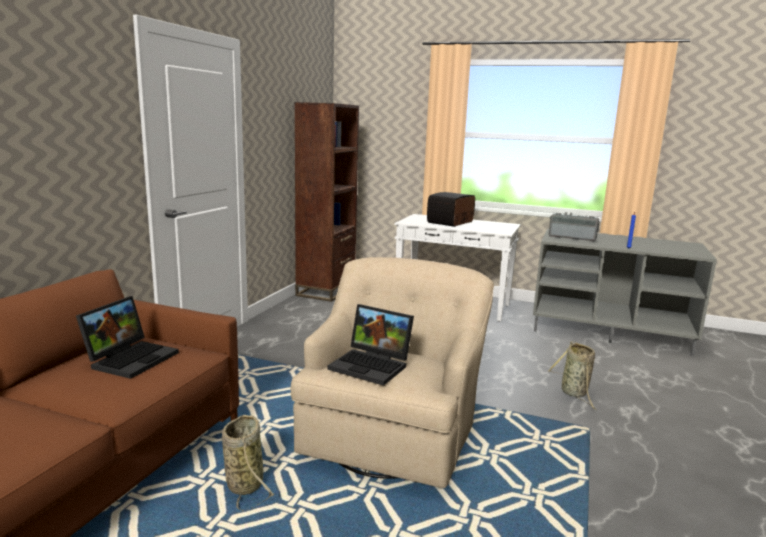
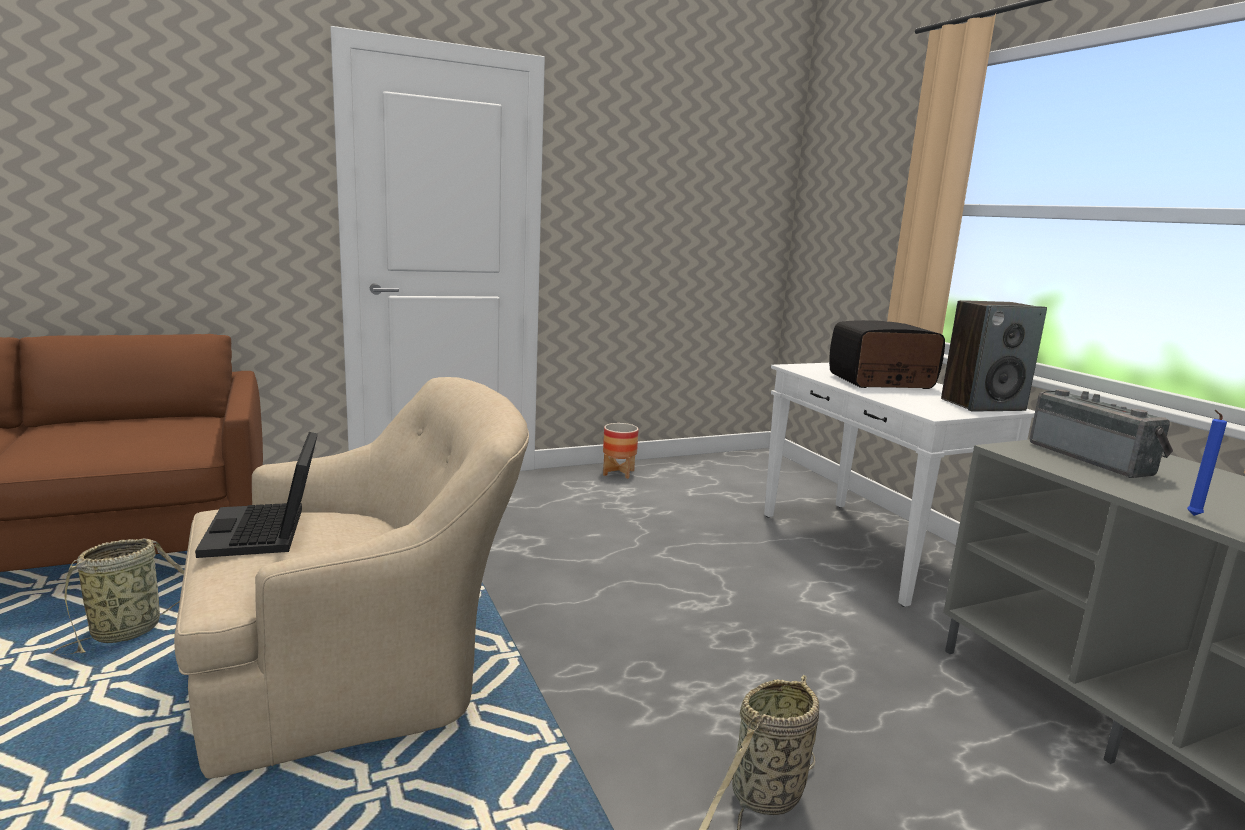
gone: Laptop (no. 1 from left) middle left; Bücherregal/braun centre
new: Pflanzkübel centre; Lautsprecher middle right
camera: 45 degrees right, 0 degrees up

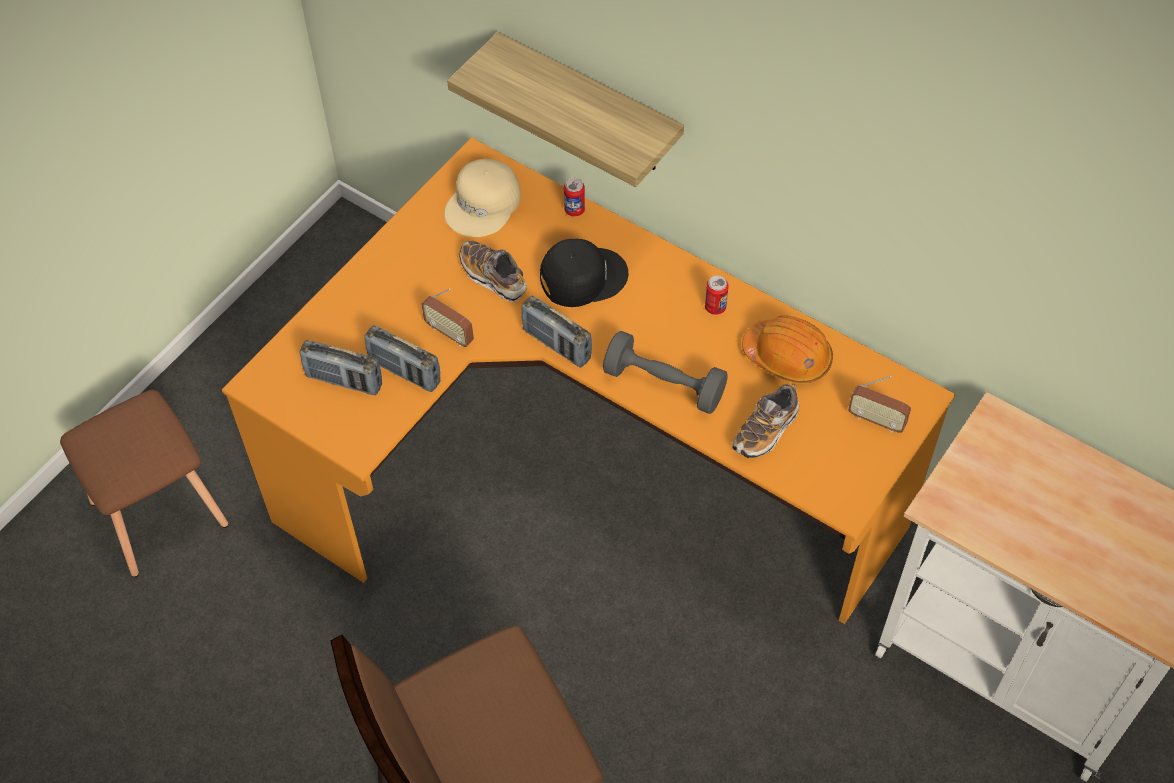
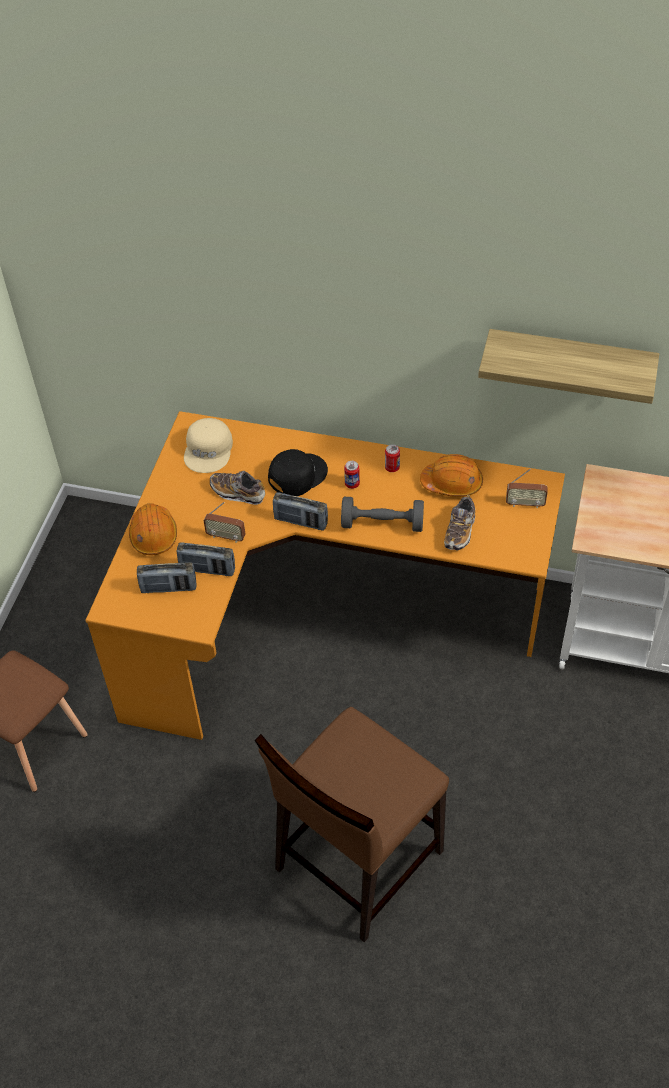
new: Schutzhelm/orange (no. 1 from left) middle left
shifted: Dose (no. 1 from left) top centre to centre; Wandregal top centre to middle right
camera: 20 degrees left, 5 degrees down

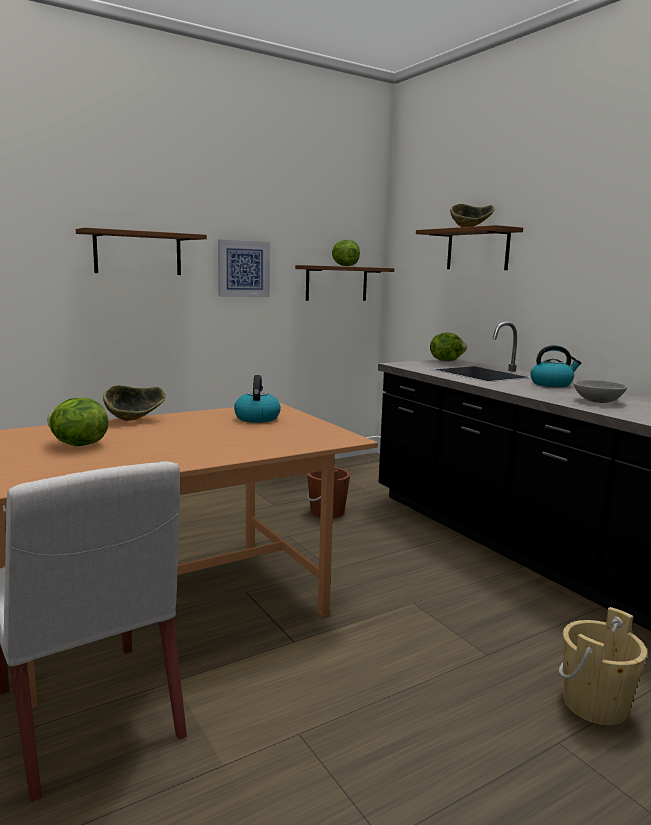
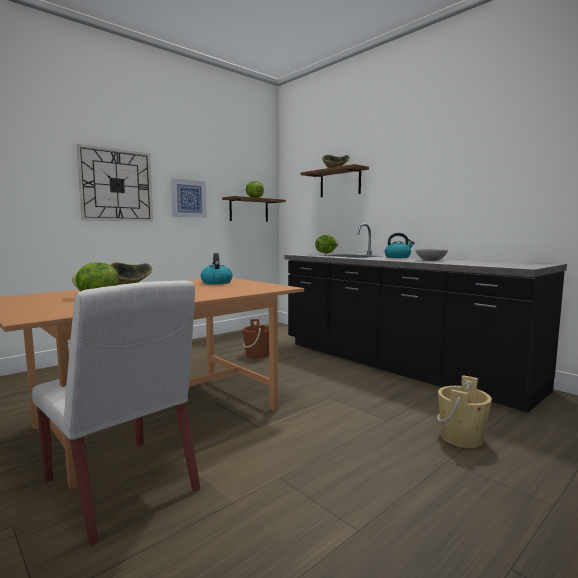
swapped: Wandregal (no. 1 from left) top left to Wanduhr top left
camera: 10 degrees left, 5 degrees down

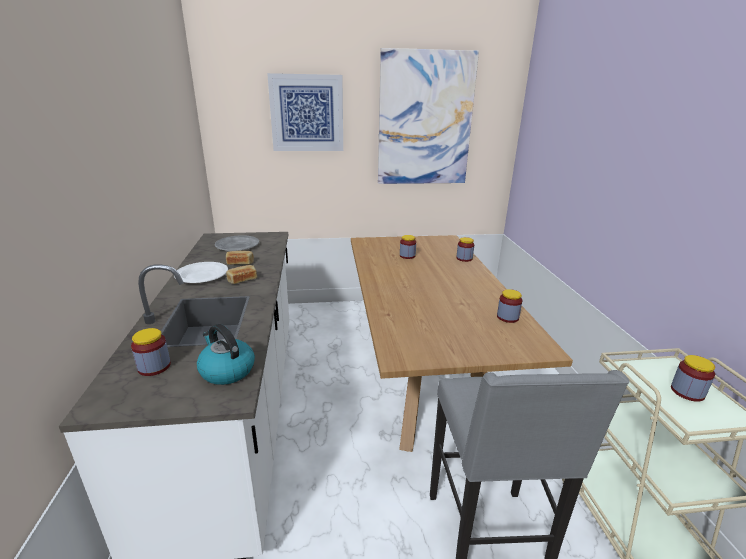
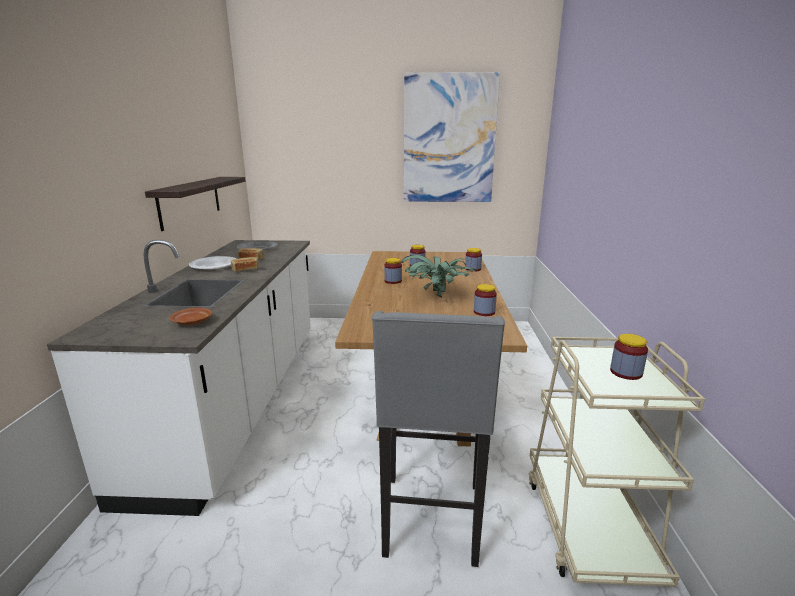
gone: Bild (no. 1 from left) top centre
new: Wandregal middle left; Topfpflanze centre
shifted: Vorratsglas (no. 1 from left) middle left to centre
swapped: Wasserkessel middle left to Teller/braun middle left
camera: 10 degrees right, 5 degrees down

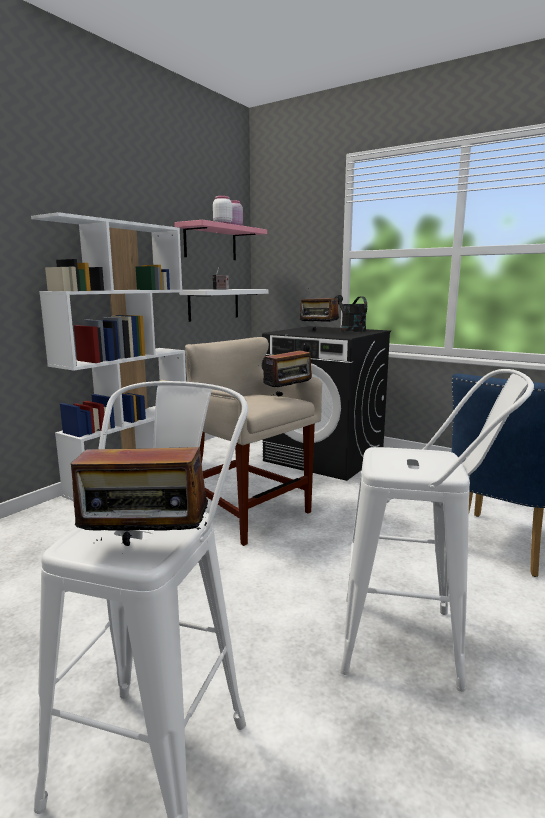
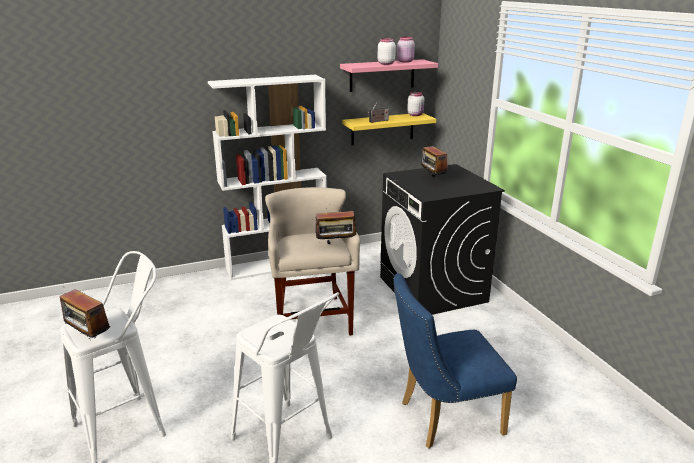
gone: Gießkanne/schwarz centre
new: Vorratsglas/weiß (no. 2 from left) top centre
repainted: Wandregal/weiß centre to Wandregal/gelb top centre
camera: 35 degrees right, 10 degrees up

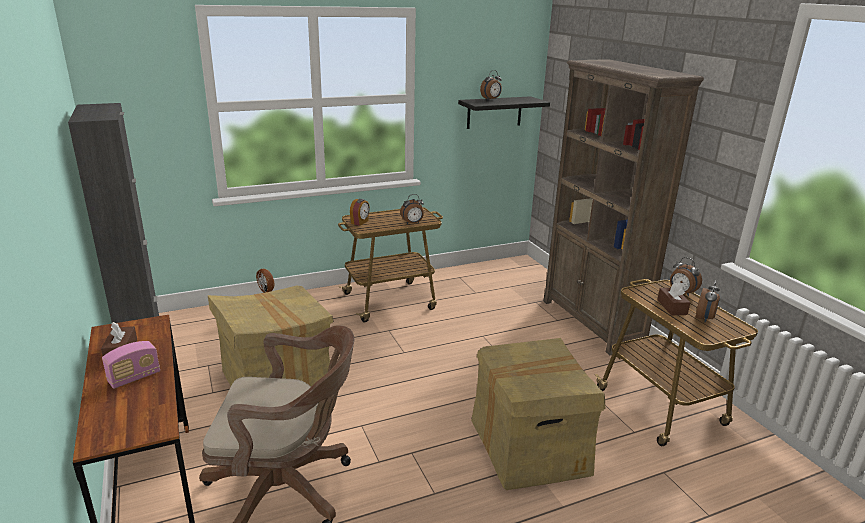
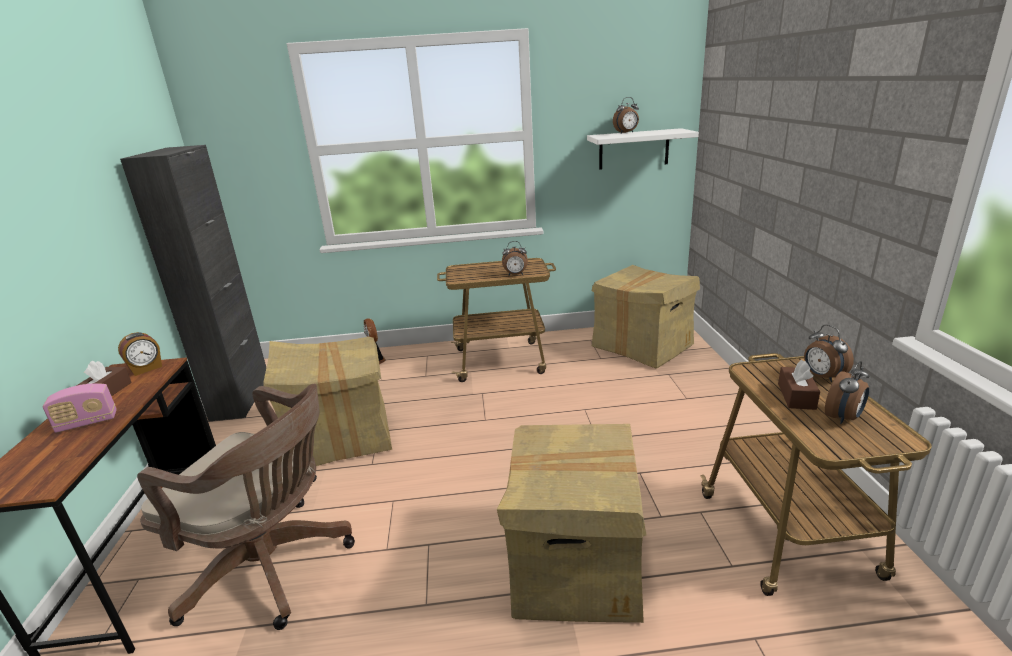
gone: Bücherregal/braun middle right
new: Karton (no. 3 from left) centre
shifted: Wecker (no. 1 from left) centre to middle left
repainted: Wandregal/schwarz top centre to Wandregal/weiß top centre
camera: 20 degrees right, 0 degrees up

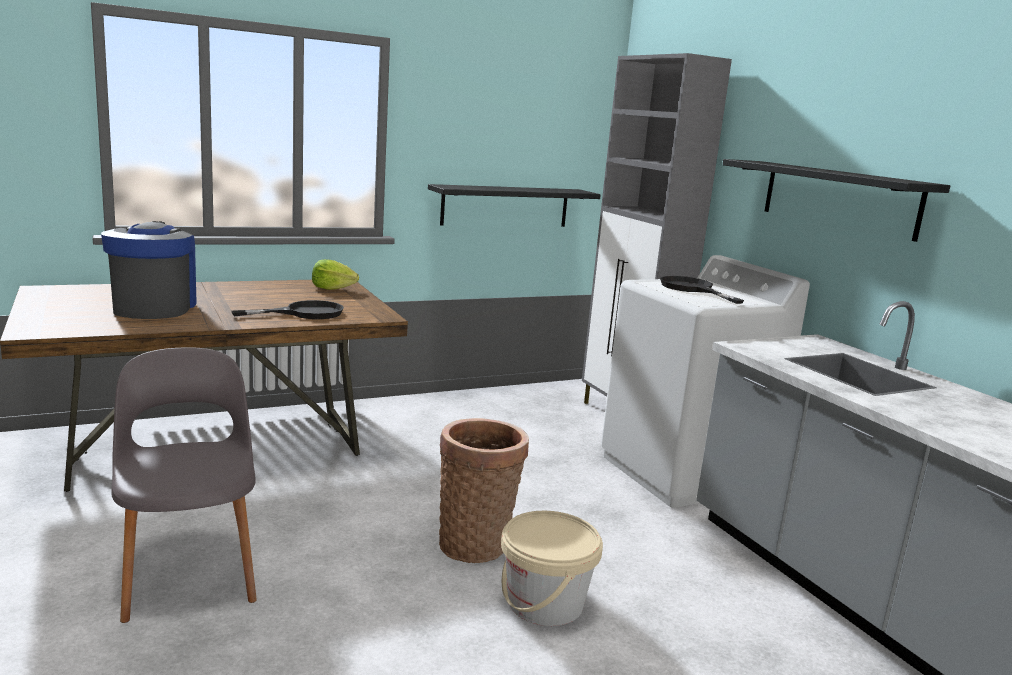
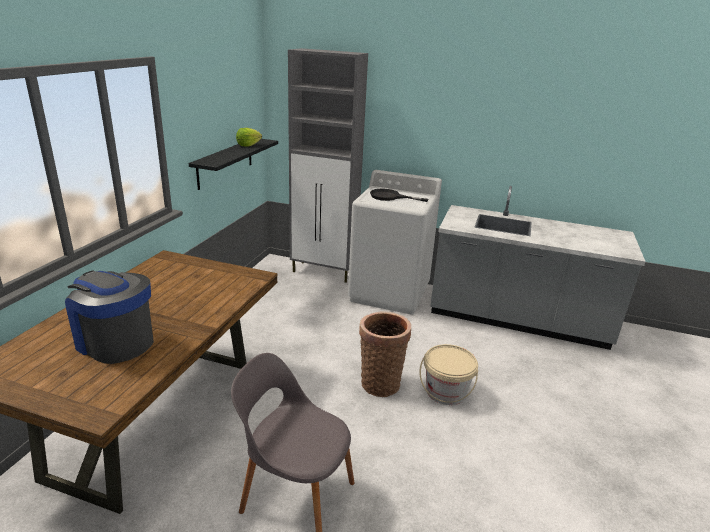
gone: Pfanne/schwarz (no. 1 from left) middle left; Wandregal/schwarz (no. 2 from left) top right
shifted: Salatkopf middle left to top centre
camera: 45 degrees left, 10 degrees up

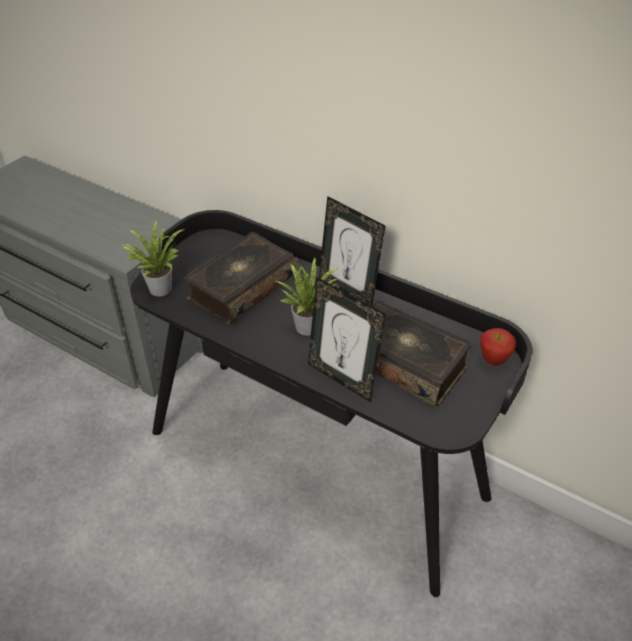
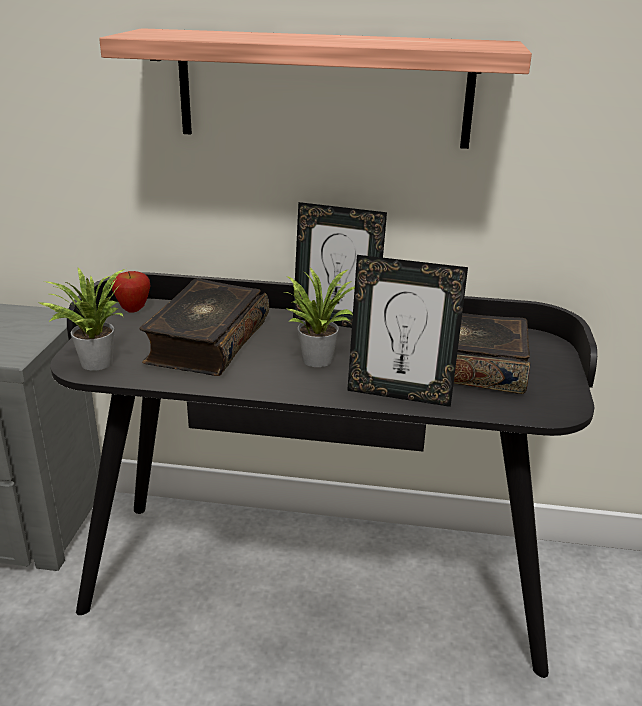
new: Wandregal top centre
shifted: Apfel middle right to middle left
camera: 25 degrees left, 15 degrees down

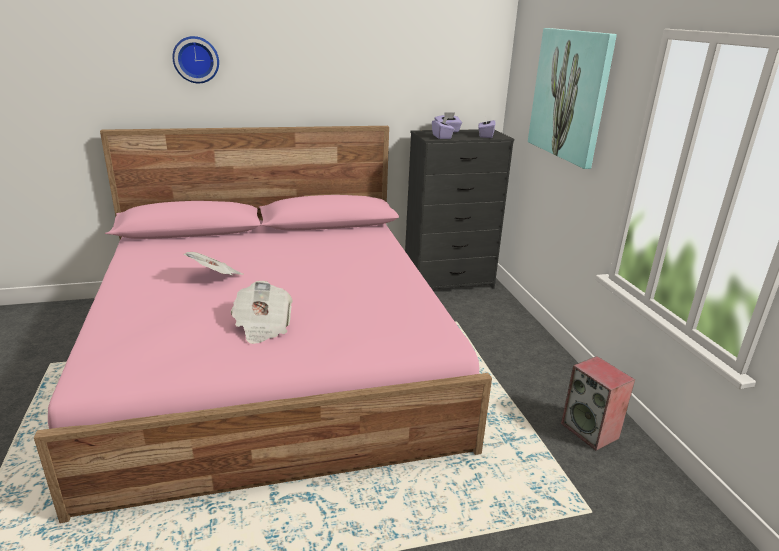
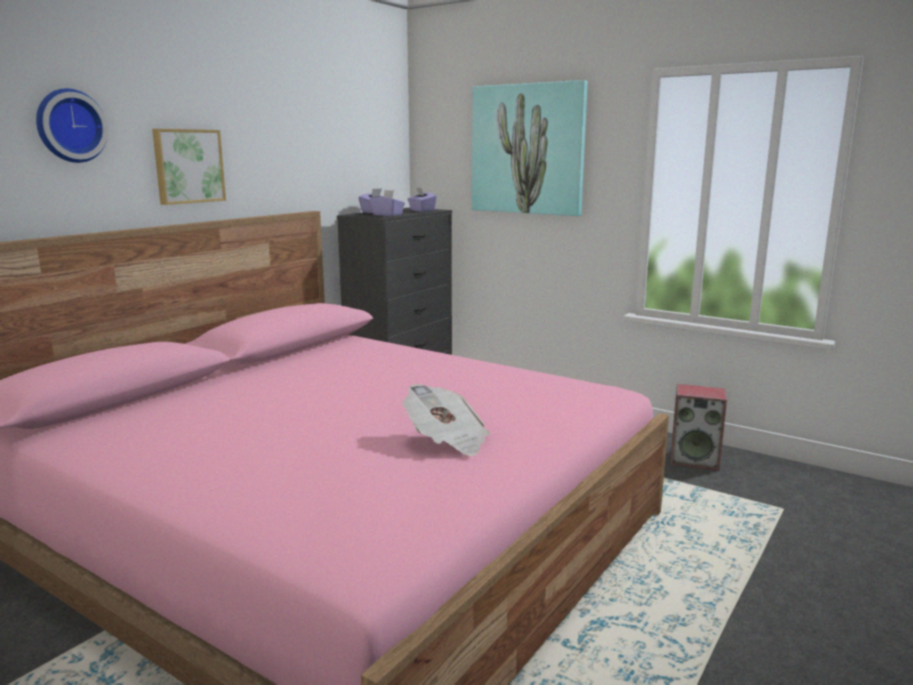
gone: Zeitung (no. 1 from left) middle left
new: Bild (no. 1 from left) top left
camera: 40 degrees left, 10 degrees down

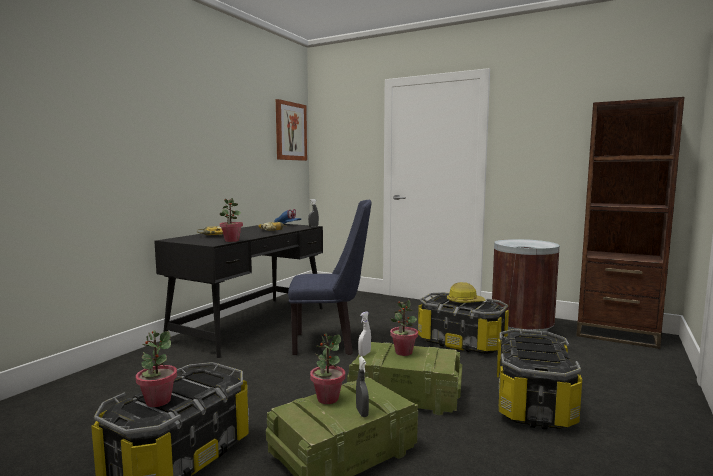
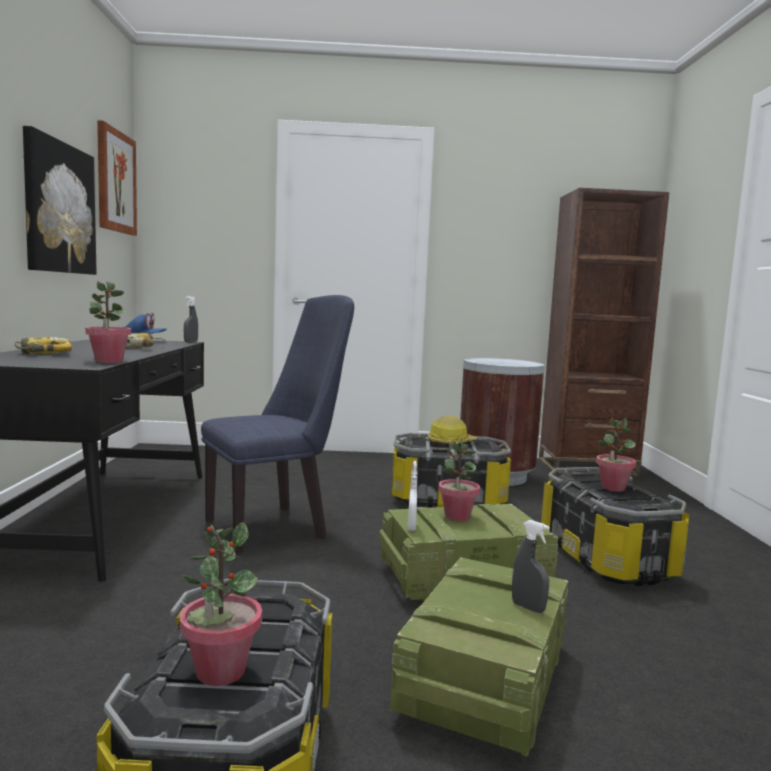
new: Bild (no. 1 from left) top left
shifted: Topfpflanze (no. 3 from left in the first image) bottom centre to Topfpflanze (no. 4 from left) middle right
camera: 30 degrees left, 0 degrees up

